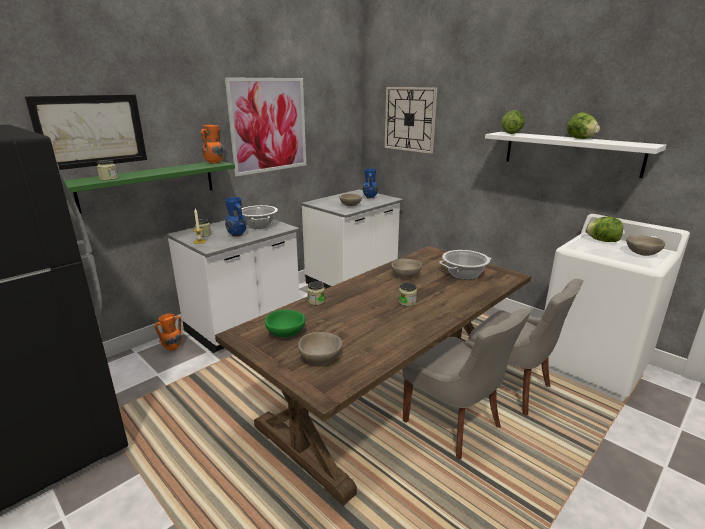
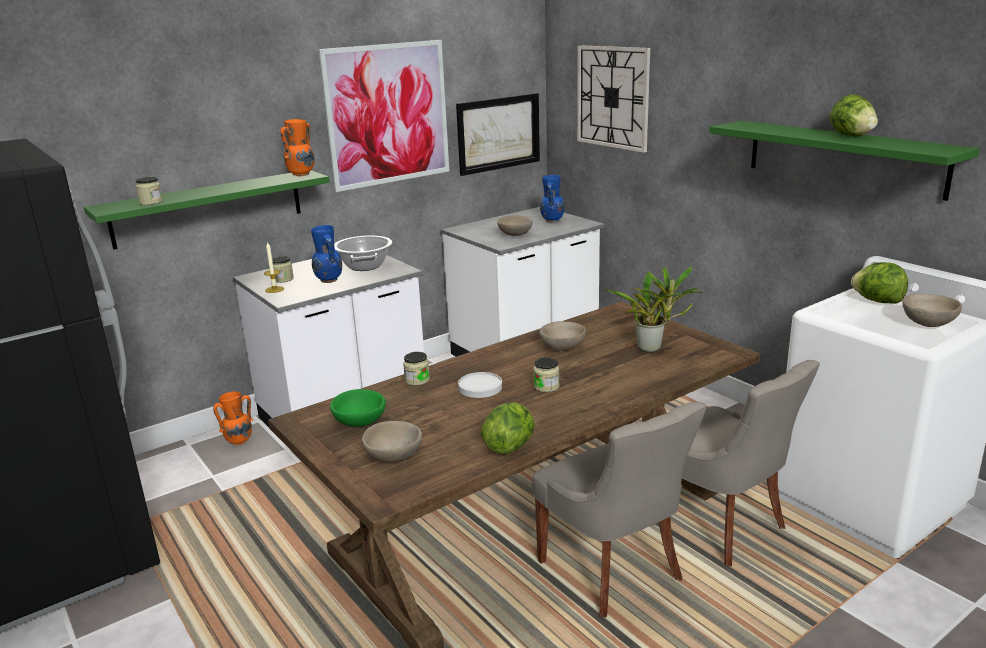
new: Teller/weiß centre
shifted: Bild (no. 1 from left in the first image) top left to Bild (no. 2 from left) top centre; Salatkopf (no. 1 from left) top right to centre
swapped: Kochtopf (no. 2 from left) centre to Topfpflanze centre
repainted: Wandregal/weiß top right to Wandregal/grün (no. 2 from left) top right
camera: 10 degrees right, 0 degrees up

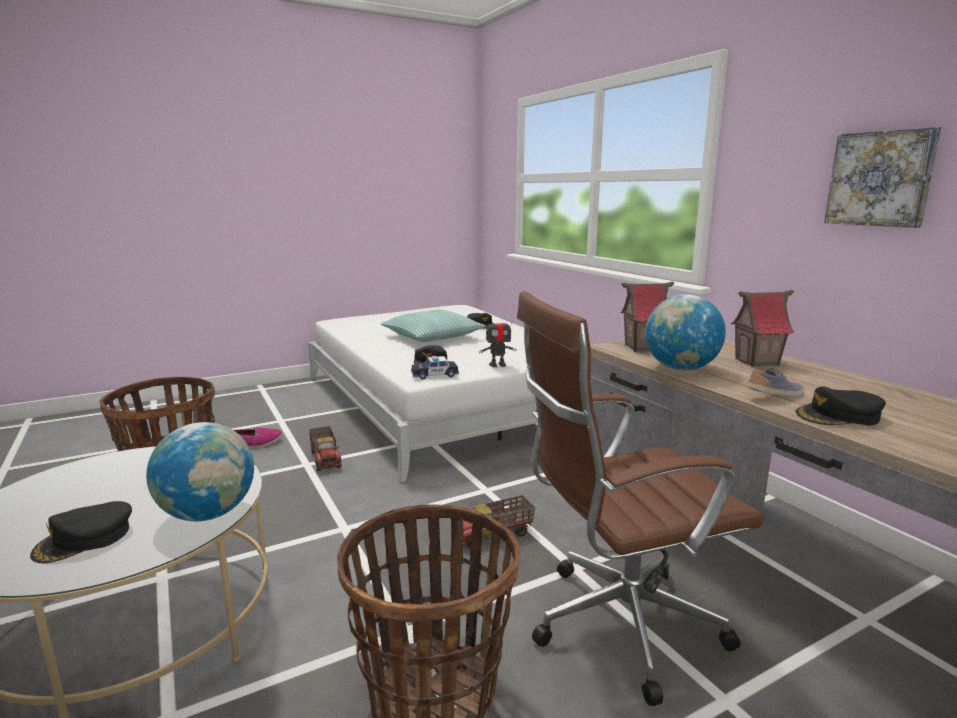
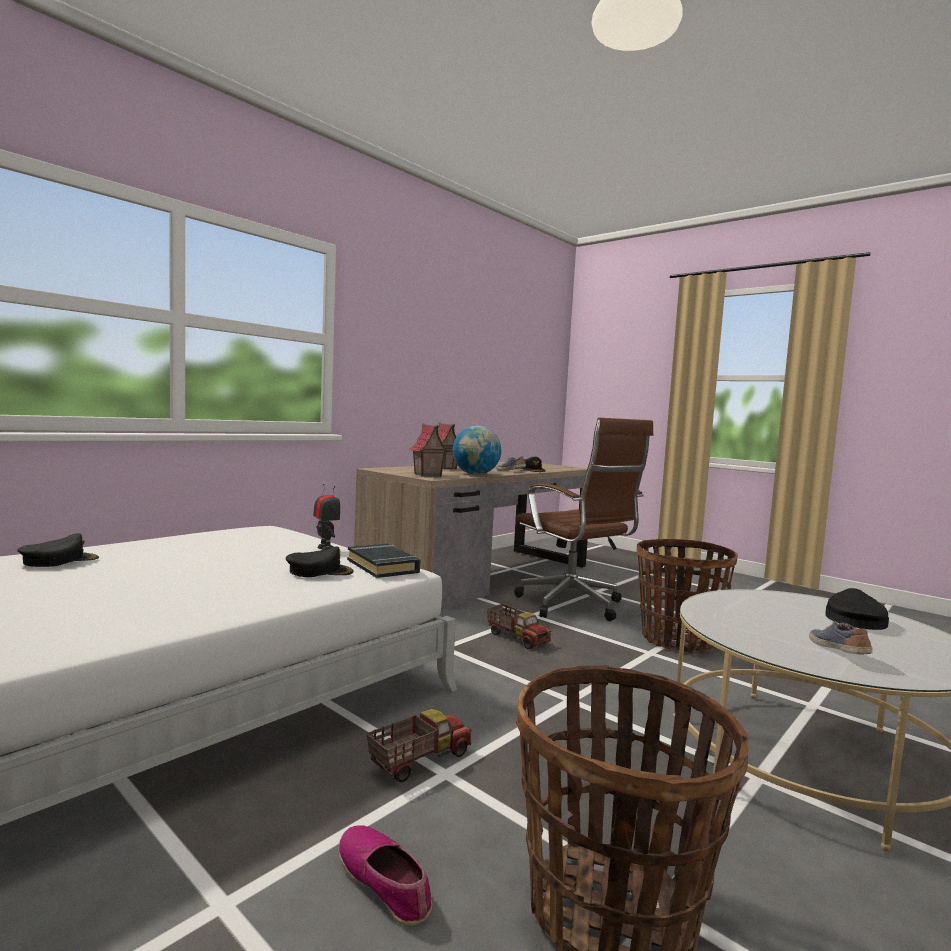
gone: Globus (no. 1 from left) middle left; Kissen centre; Bild top right
new: Schuh (no. 3 from left) bottom right
swapped: Spielzeugauto centre to Buch/schwarz centre
rotated: Kappe/schwarz (no. 1 from left in the first image) bottom left = middle right 90 degrees counterclockwise
camera: 110 degrees left, 10 degrees down

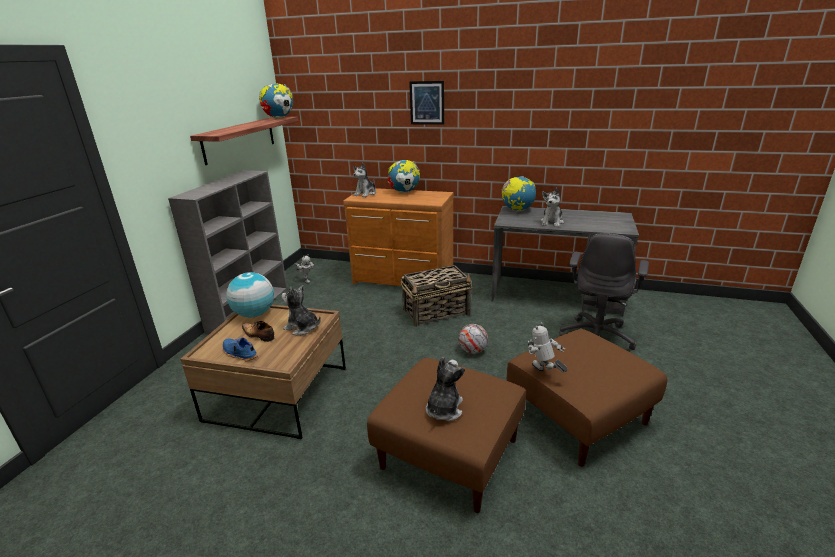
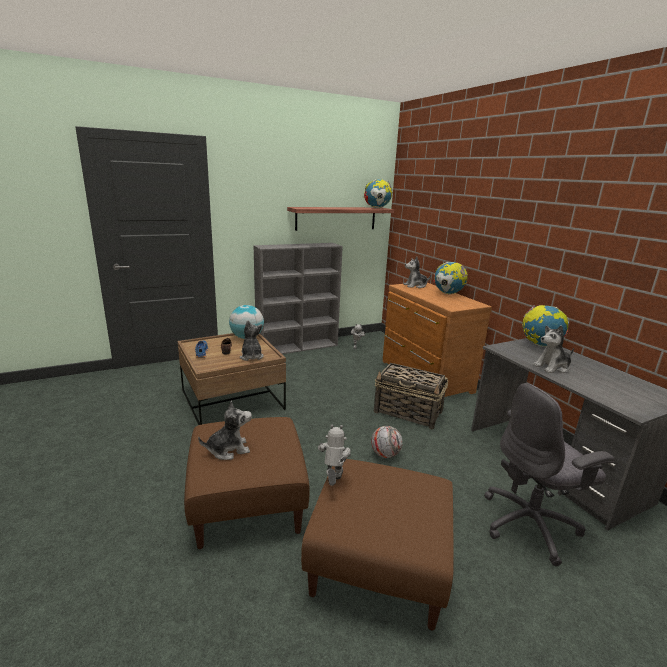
gone: Bild top centre
camera: 45 degrees right, 5 degrees down

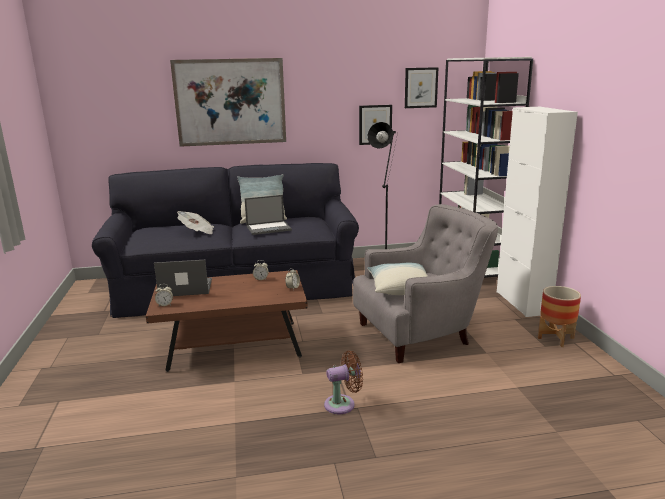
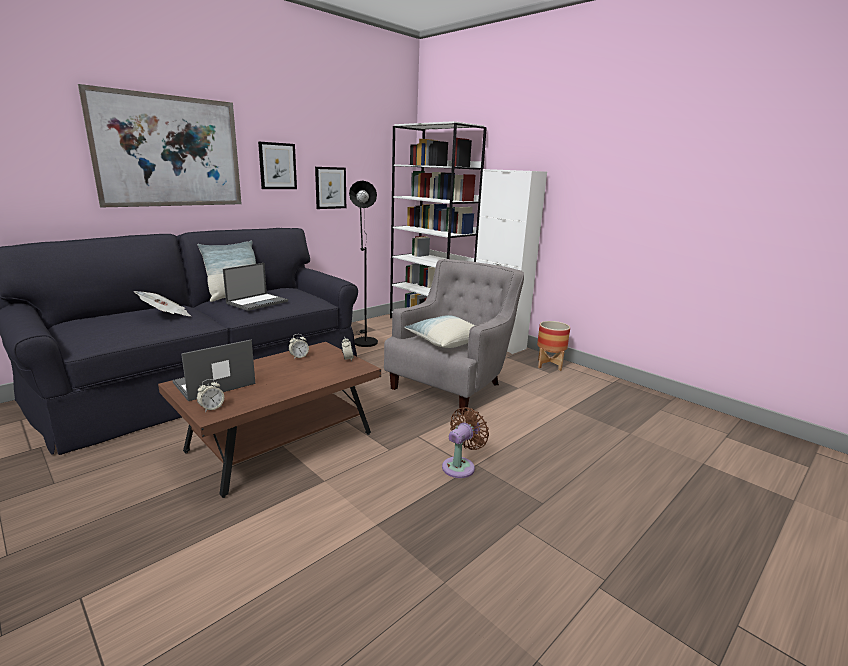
shifted: Bild (no. 3 from left in the first image) top centre to Bild (no. 2 from left) top left
camera: 35 degrees left, 0 degrees up

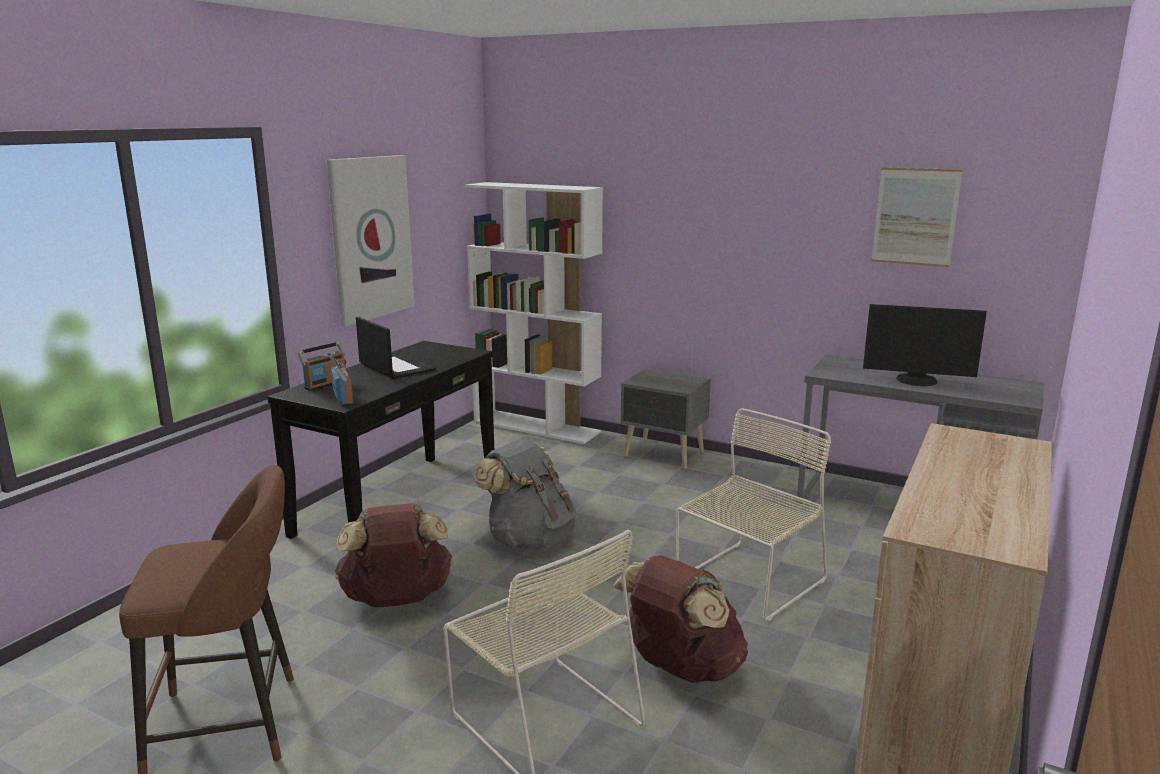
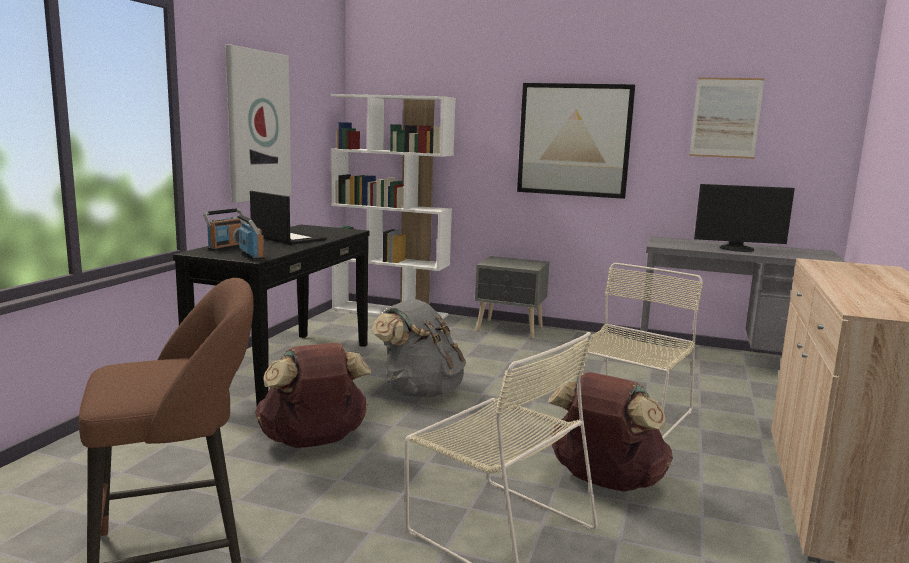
new: Bild (no. 2 from left) top centre
camera: 10 degrees left, 5 degrees down

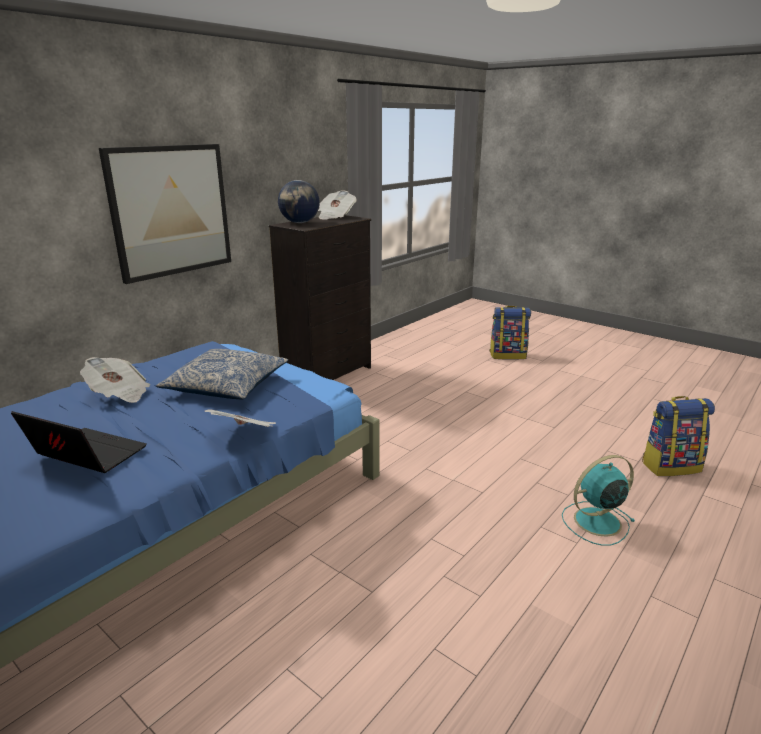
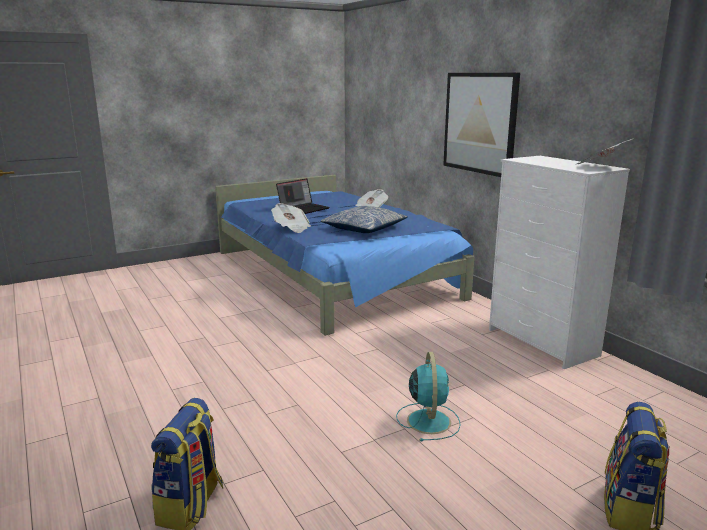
gone: Globus top centre
shifted: Ventilator/türkis bottom right to bottom centre
repainted: Kommode/schwarz centre to Kommode/weiß middle right
camera: 110 degrees right, 5 degrees down

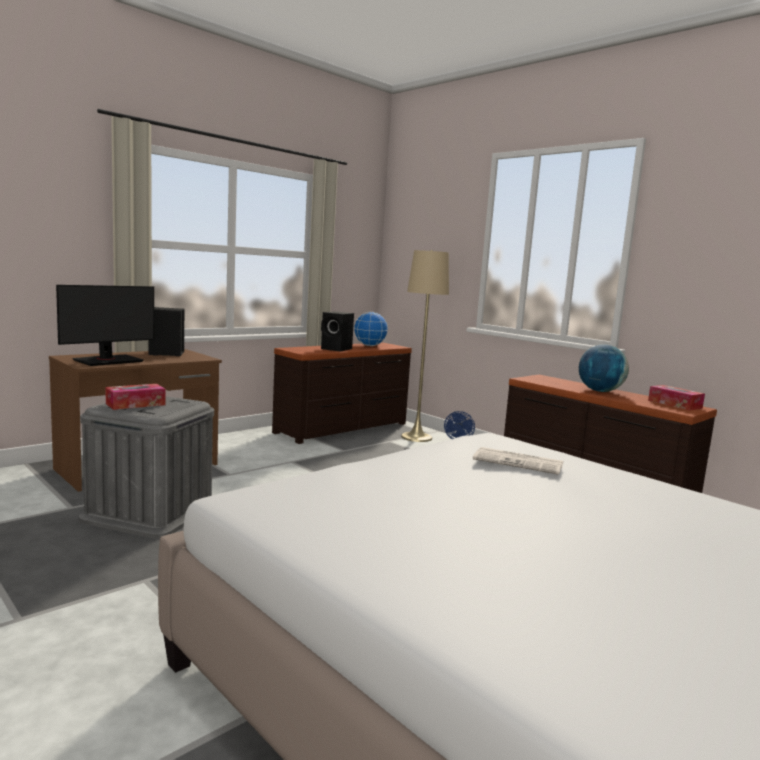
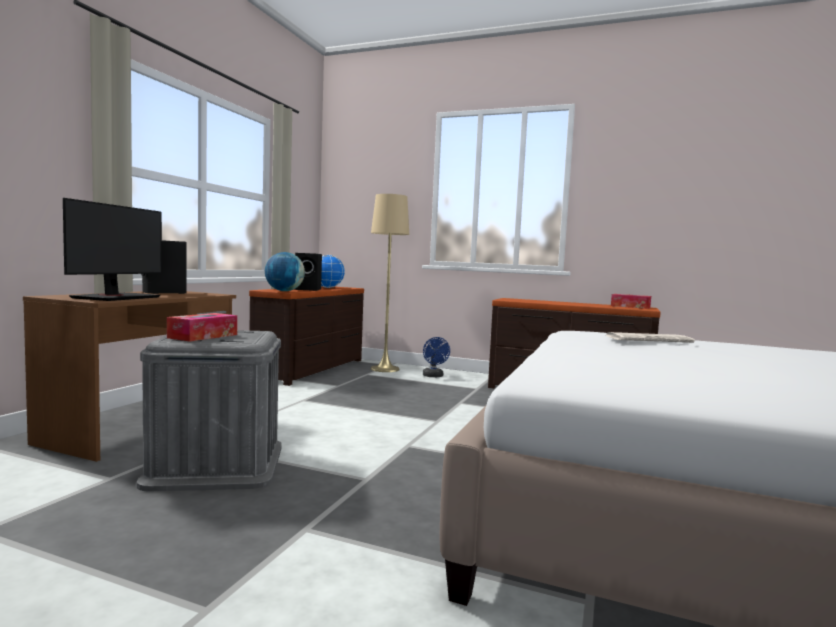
shifted: Globus (no. 2 from left in the first image) middle right to Globus (no. 1 from left) centre
camera: 25 degrees left, 5 degrees down

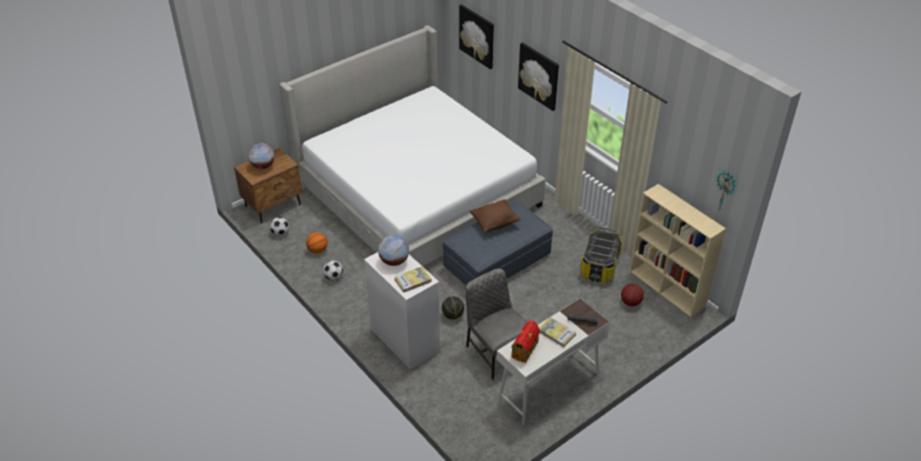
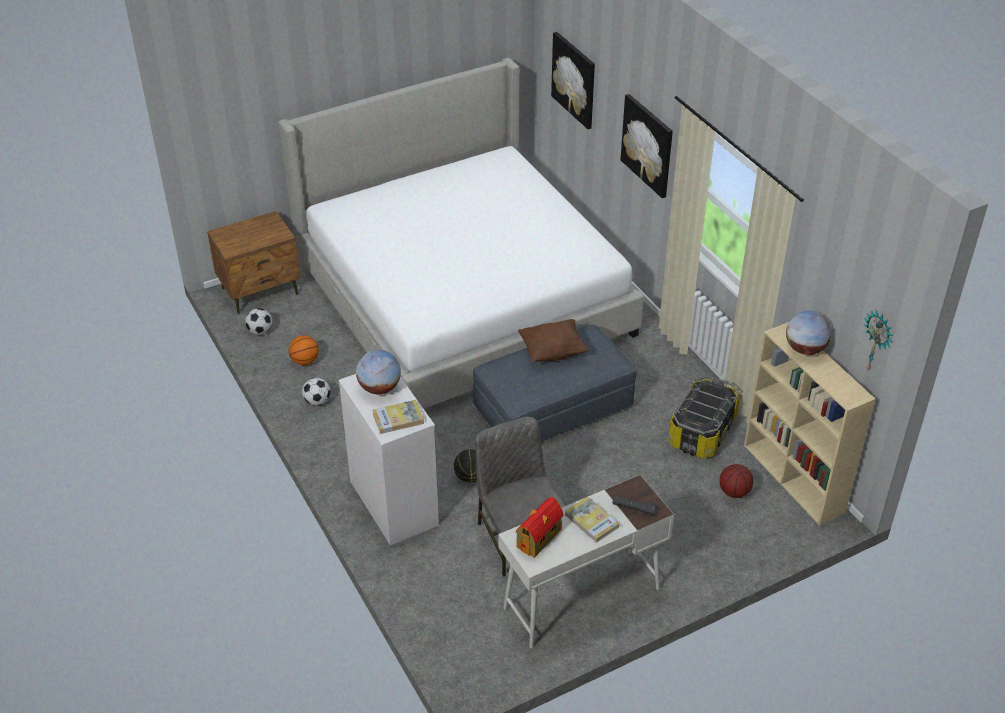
shifted: Globus (no. 1 from left in the first image) middle left to Globus (no. 2 from left) middle right
camera: 10 degrees right, 0 degrees up

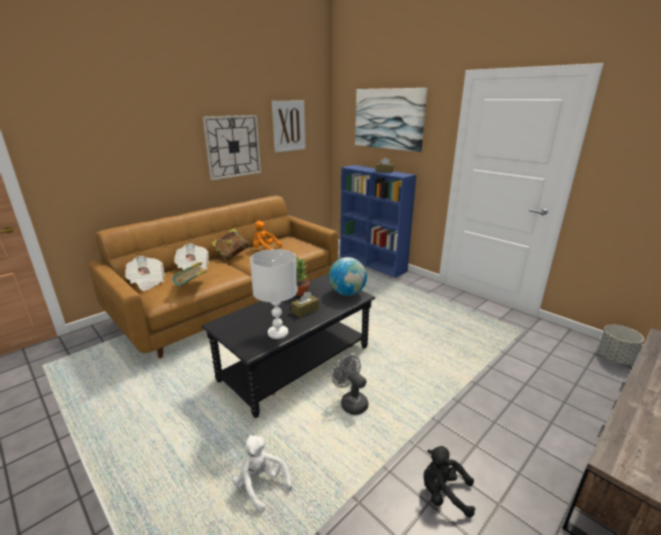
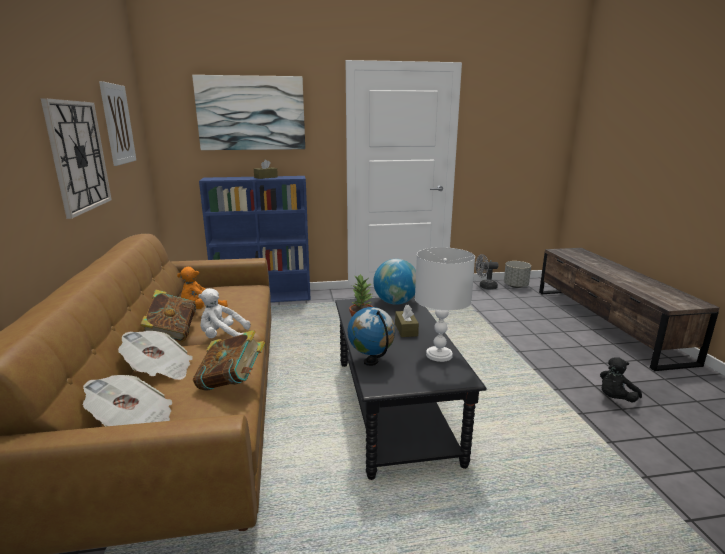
new: Globus (no. 1 from left) centre
shifted: Plüschtier/weiß bottom centre to middle left; Ventilator/grau bottom centre to middle right
camera: 55 degrees left, 5 degrees down

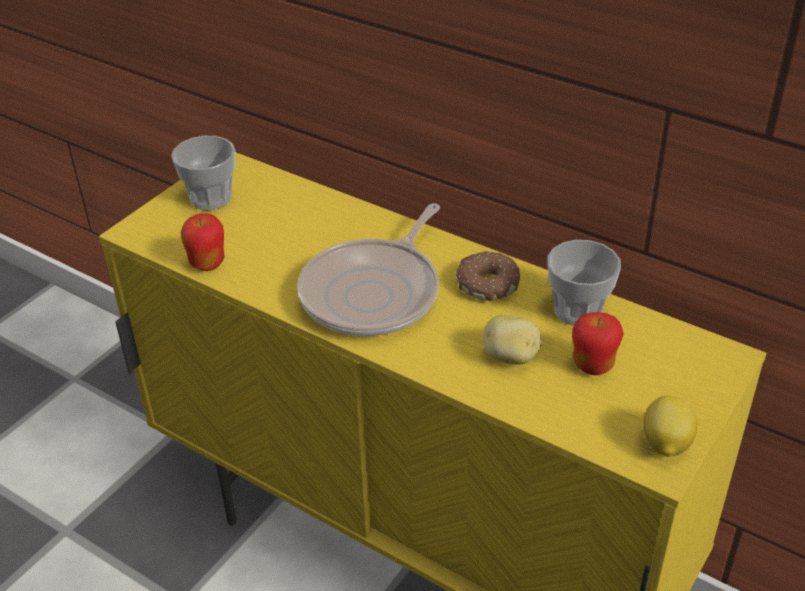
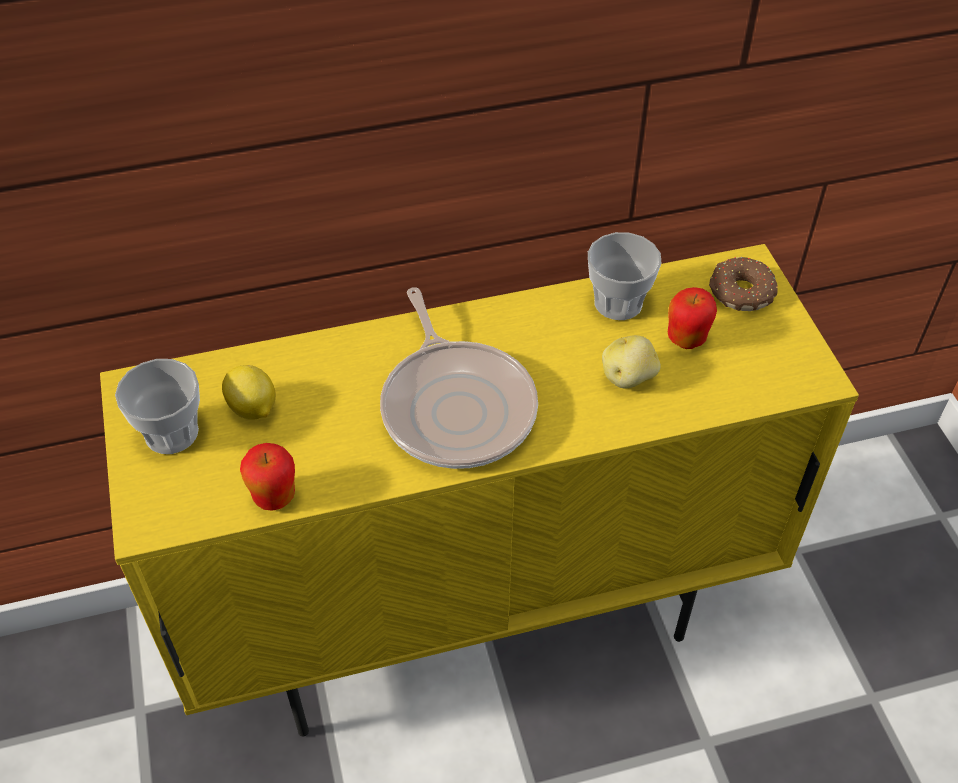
shifted: Zitrone bottom right to middle left; Donut centre to middle right
camera: 50 degrees left, 10 degrees up

